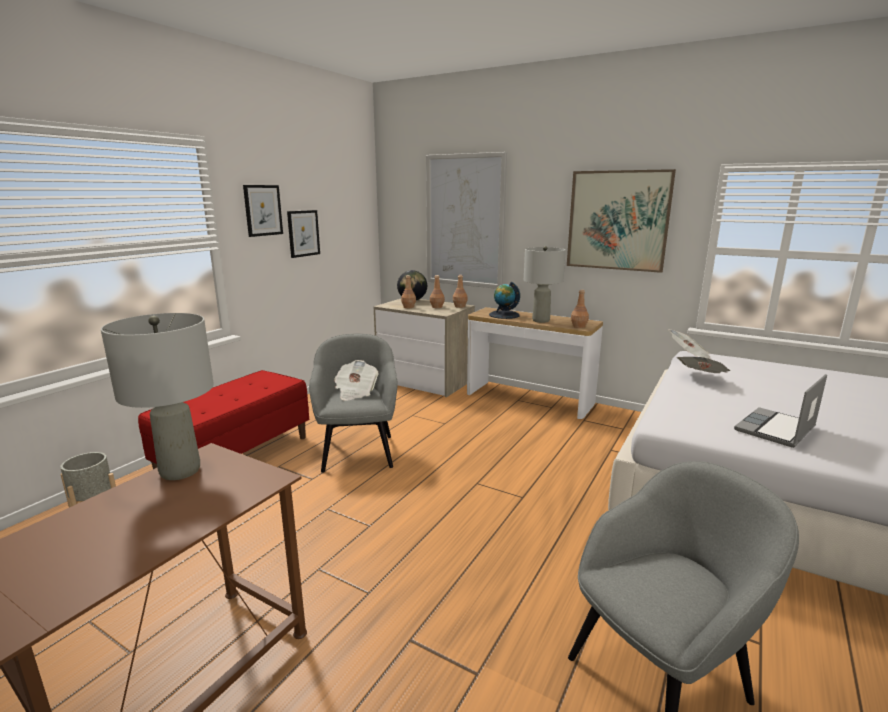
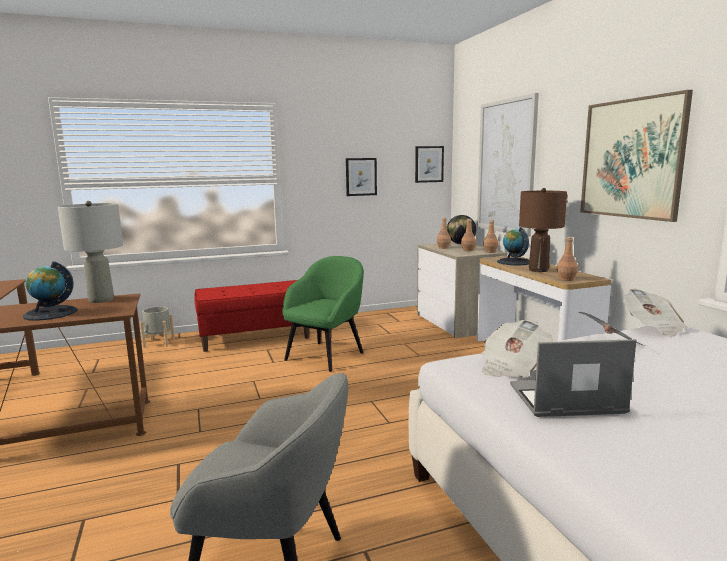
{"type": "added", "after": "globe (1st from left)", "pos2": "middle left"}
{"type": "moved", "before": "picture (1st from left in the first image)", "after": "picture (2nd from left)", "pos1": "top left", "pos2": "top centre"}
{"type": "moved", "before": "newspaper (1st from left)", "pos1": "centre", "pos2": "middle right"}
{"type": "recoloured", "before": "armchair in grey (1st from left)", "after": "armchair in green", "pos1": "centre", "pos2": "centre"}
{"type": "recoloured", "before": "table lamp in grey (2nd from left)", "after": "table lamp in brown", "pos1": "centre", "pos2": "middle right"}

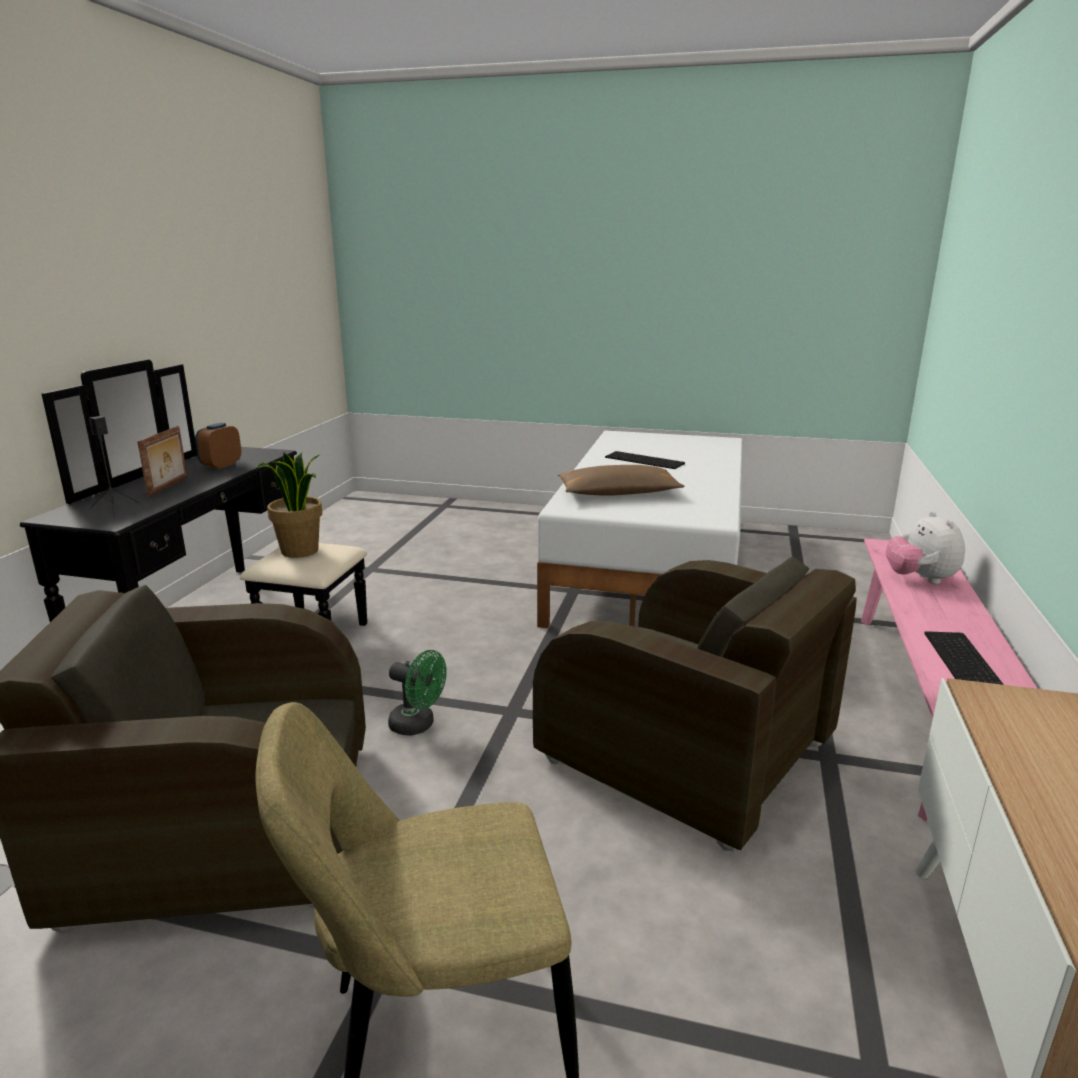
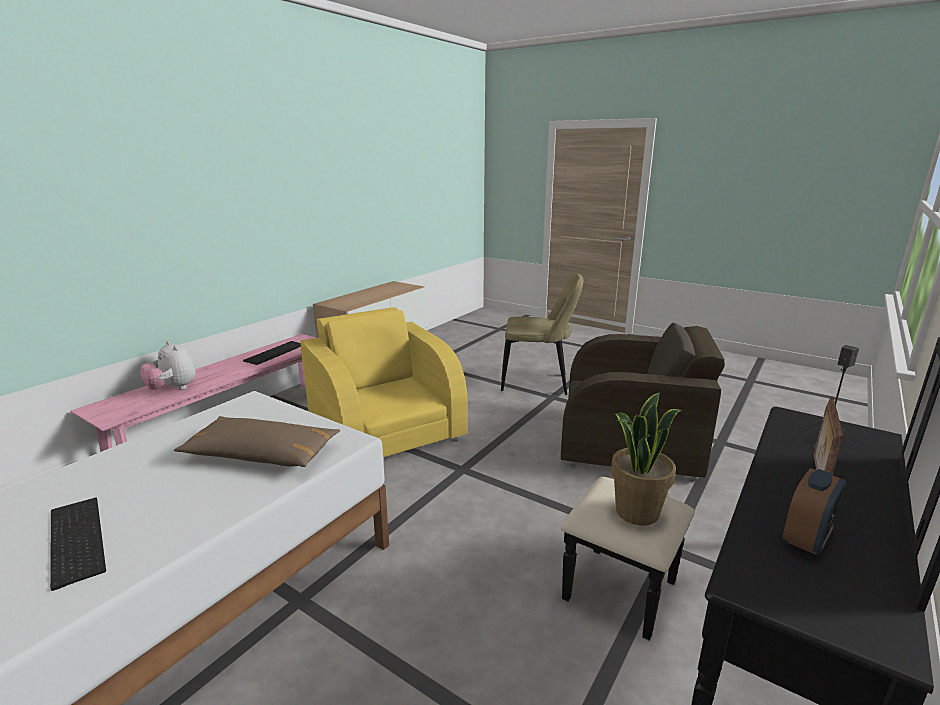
{"type": "removed", "before": "fan in green", "pos1": "centre"}
{"type": "recoloured", "before": "armchair in brown (2nd from left)", "after": "armchair in yellow", "pos1": "centre", "pos2": "centre"}
{"type": "turned", "before": "plush toy", "pos1": "middle right", "pos2": "middle left", "turn": 120}

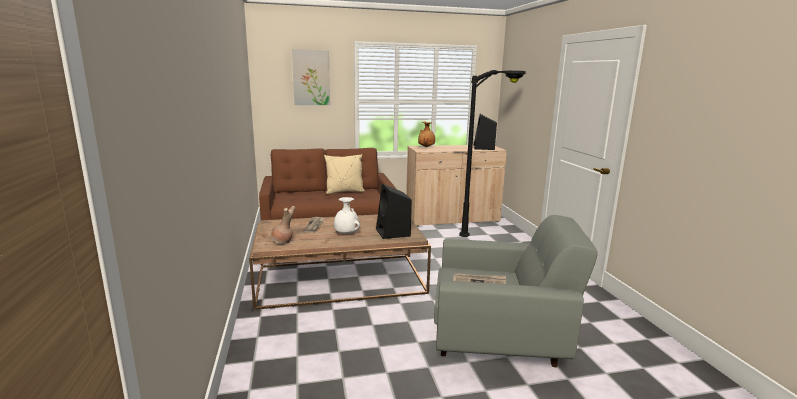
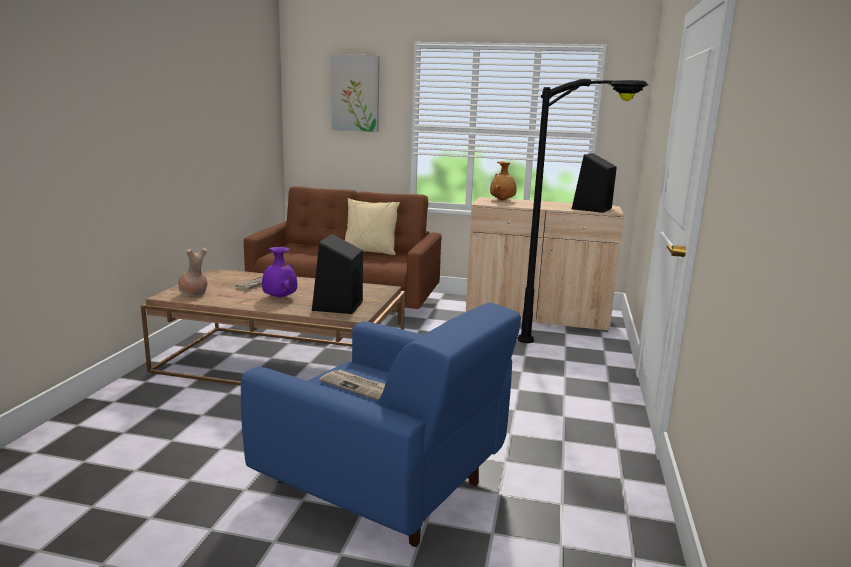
{"type": "recoloured", "before": "vase in white", "after": "vase in purple", "pos1": "centre", "pos2": "middle left"}
{"type": "recoloured", "before": "armchair in grey", "after": "armchair in blue", "pos1": "bottom centre", "pos2": "bottom centre"}

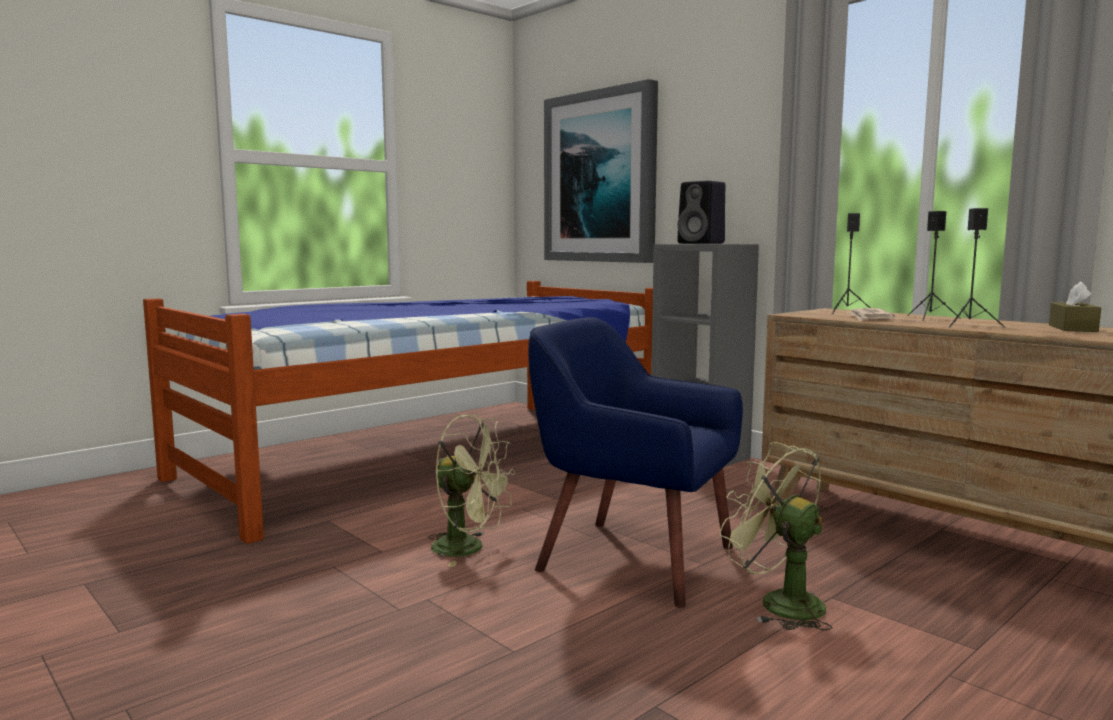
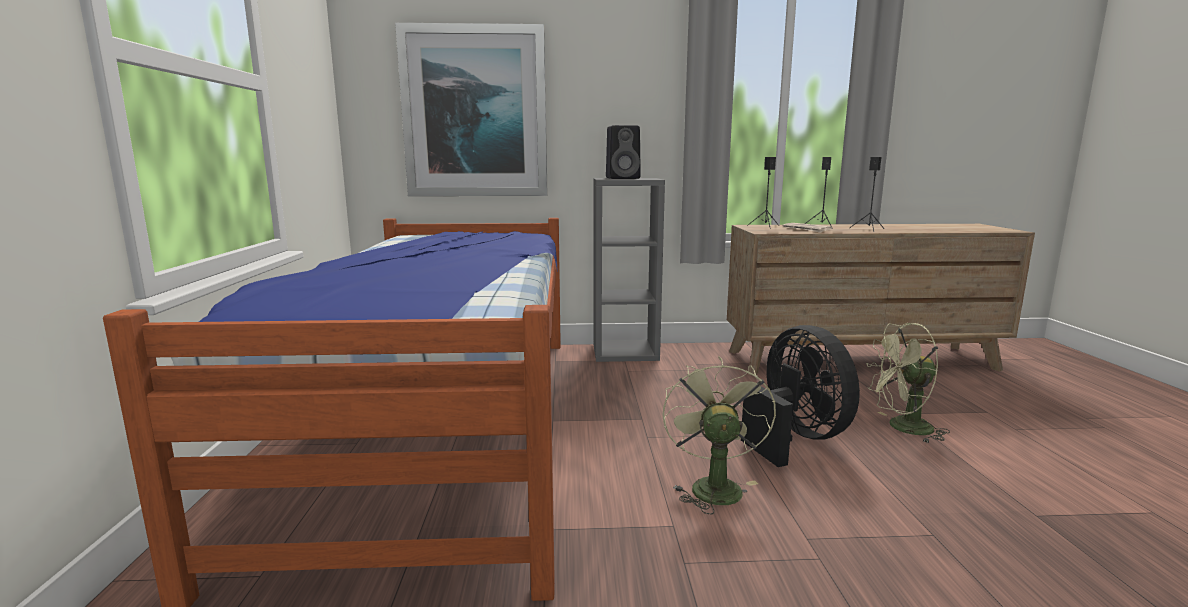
{"type": "removed", "before": "tissue box in brown", "pos1": "middle right"}
{"type": "replaced", "before": "armchair in blue", "after": "fan in black", "pos1": "centre", "pos2": "middle right"}
{"type": "turned", "before": "fan in green (1st from left)", "pos1": "bottom centre", "pos2": "bottom centre", "turn": -60}

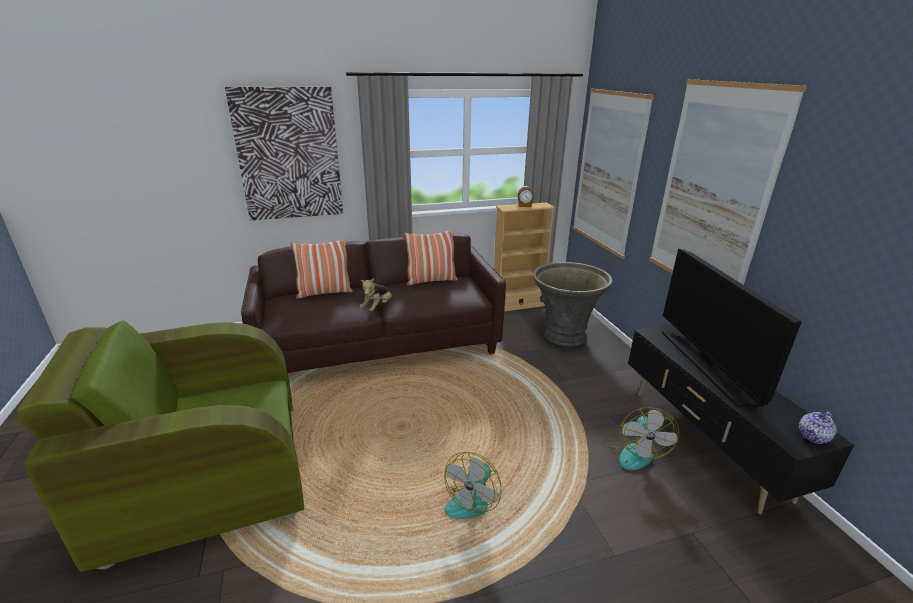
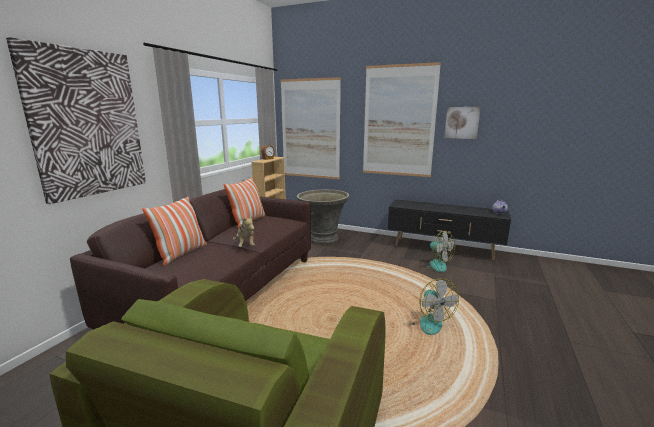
{"type": "removed", "before": "television", "pos1": "middle right"}
{"type": "added", "after": "picture (4th from left)", "pos2": "top right"}

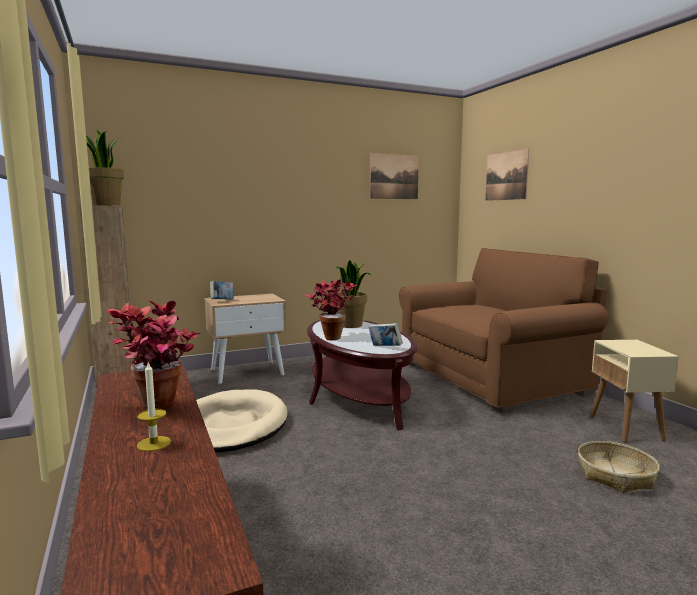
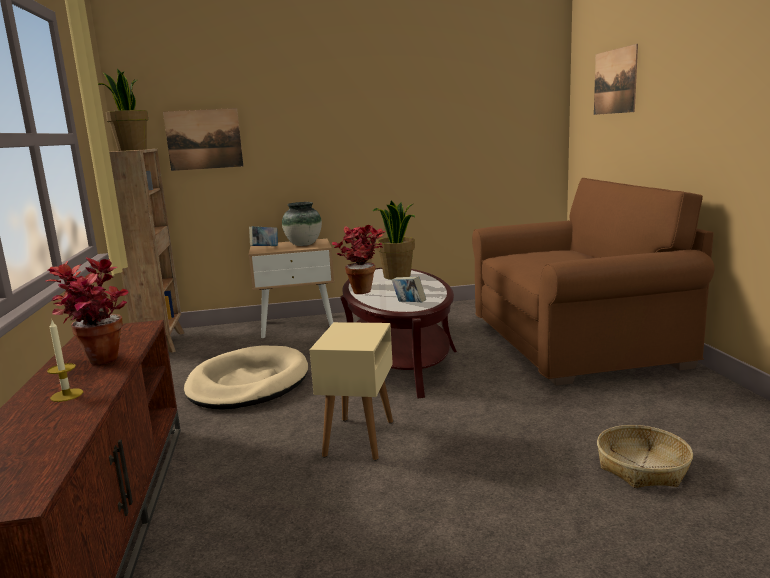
{"type": "added", "after": "vase", "pos2": "centre"}
{"type": "moved", "before": "picture (1st from left)", "pos1": "top centre", "pos2": "top left"}
{"type": "moved", "before": "side table in beige", "pos1": "middle right", "pos2": "bottom centre"}

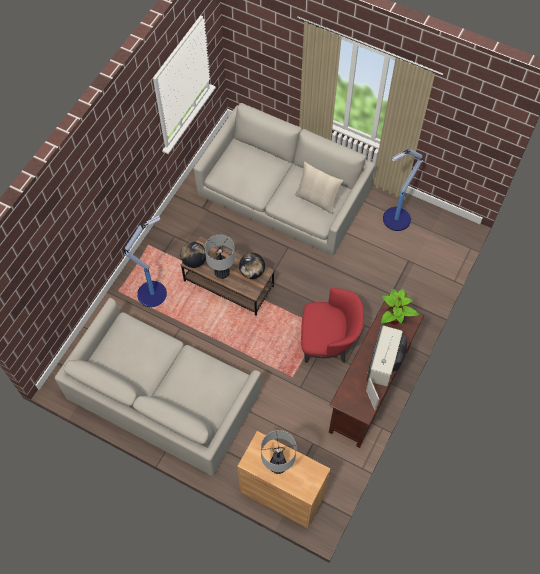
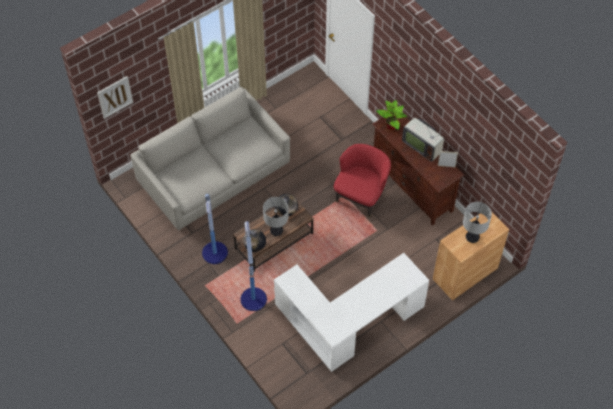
{"type": "removed", "before": "pillow in beige", "pos1": "top centre"}
{"type": "added", "after": "picture", "pos2": "top left"}
{"type": "moved", "before": "floor lamp (2nd from left in the first image)", "after": "floor lamp (1st from left)", "pos1": "top right", "pos2": "centre"}
{"type": "replaced", "before": "sofa in grey (1st from left)", "after": "desk in white", "pos1": "bottom left", "pos2": "bottom centre"}

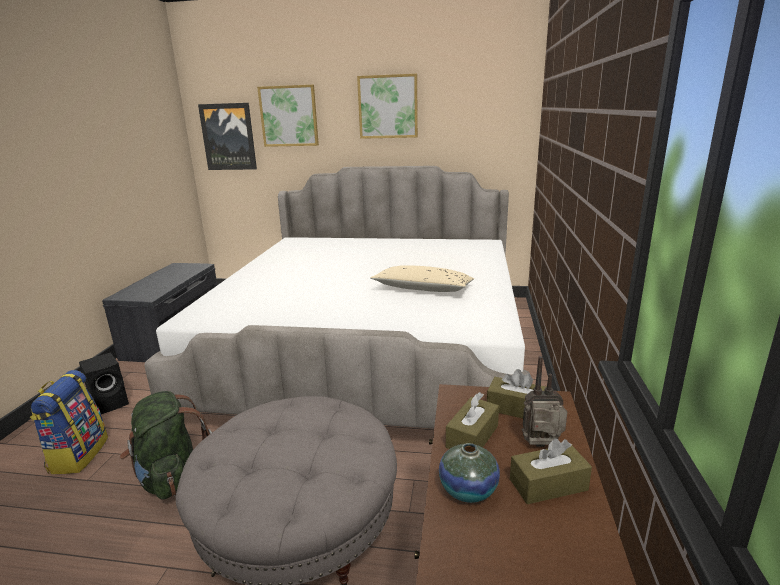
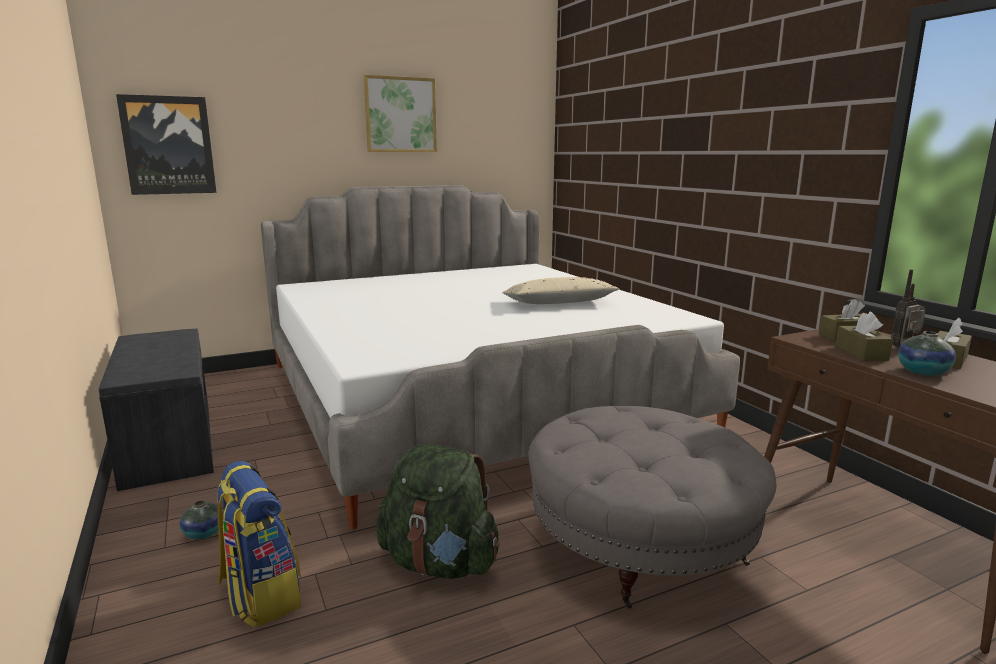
{"type": "removed", "before": "picture (2nd from left)", "pos1": "top centre"}
{"type": "replaced", "before": "speaker in black", "after": "vase (1st from left)", "pos1": "middle left", "pos2": "bottom left"}

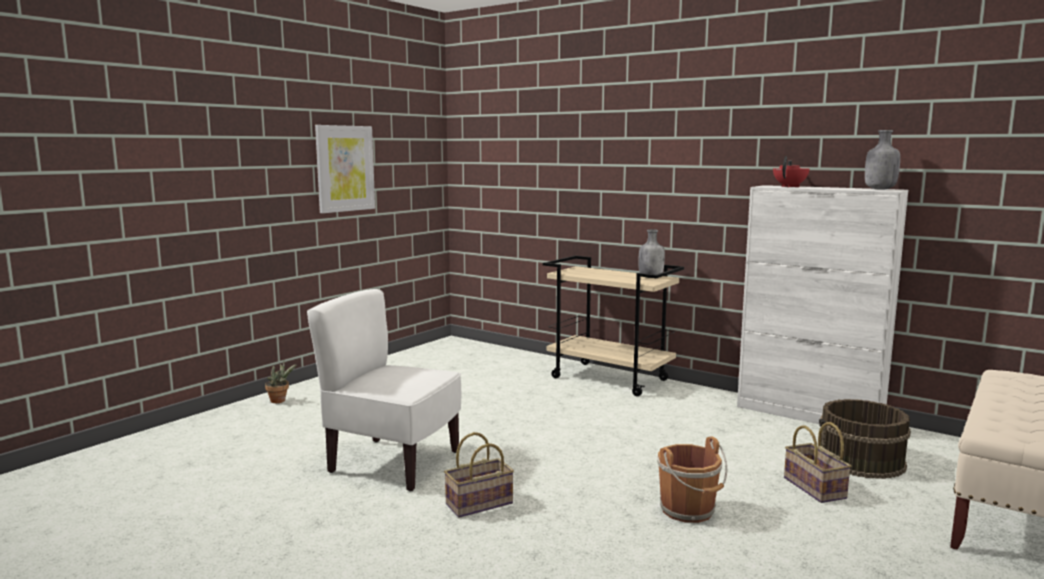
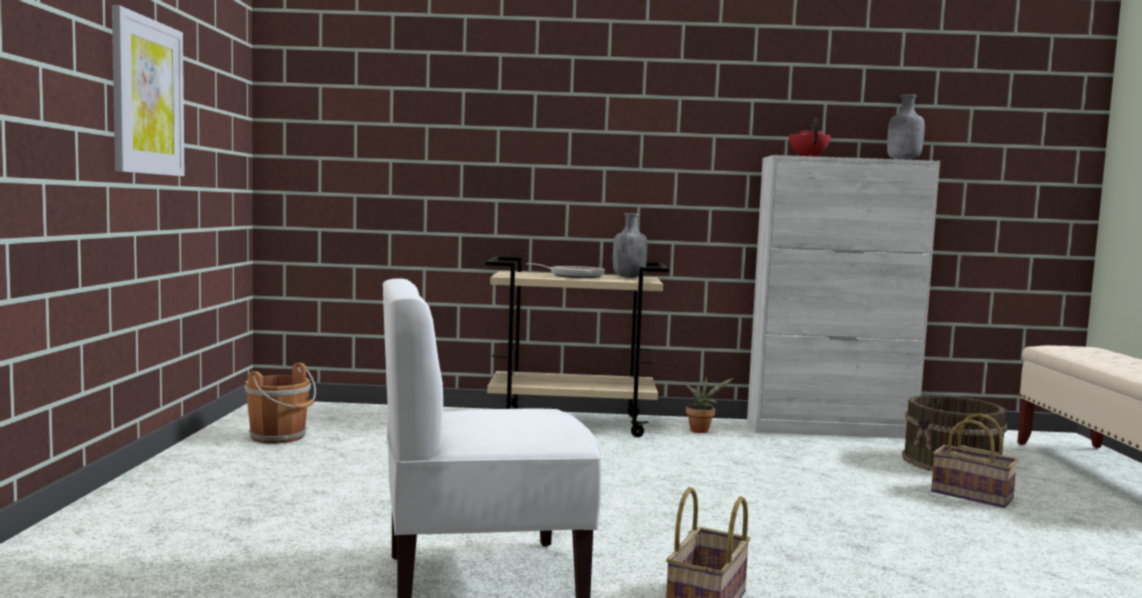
{"type": "added", "after": "frying pan", "pos2": "centre"}
{"type": "moved", "before": "potted plant", "pos1": "middle left", "pos2": "bottom centre"}
{"type": "moved", "before": "bucket in brown (1st from left)", "pos1": "bottom centre", "pos2": "bottom left"}

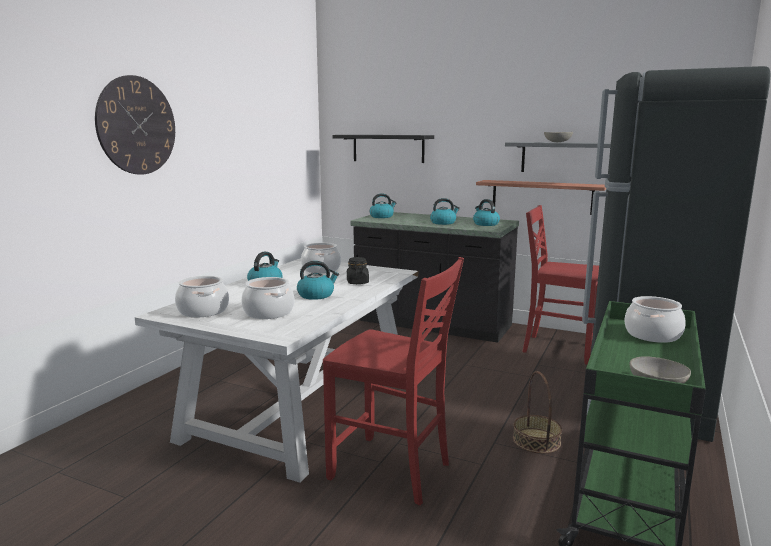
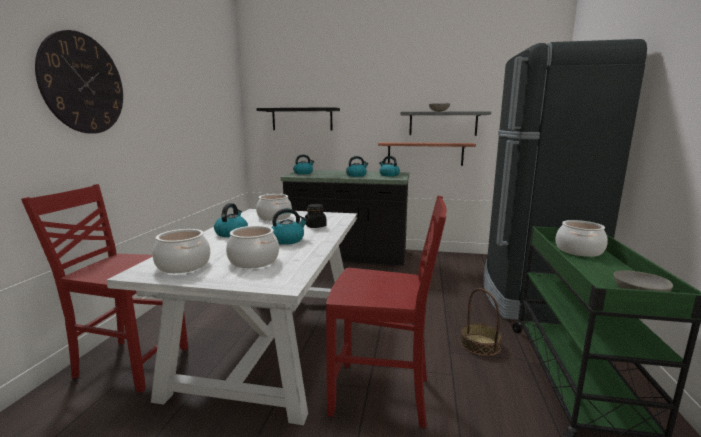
{"type": "moved", "before": "chair in red (2nd from left in the first image)", "after": "chair in red (1st from left)", "pos1": "middle right", "pos2": "middle left"}

